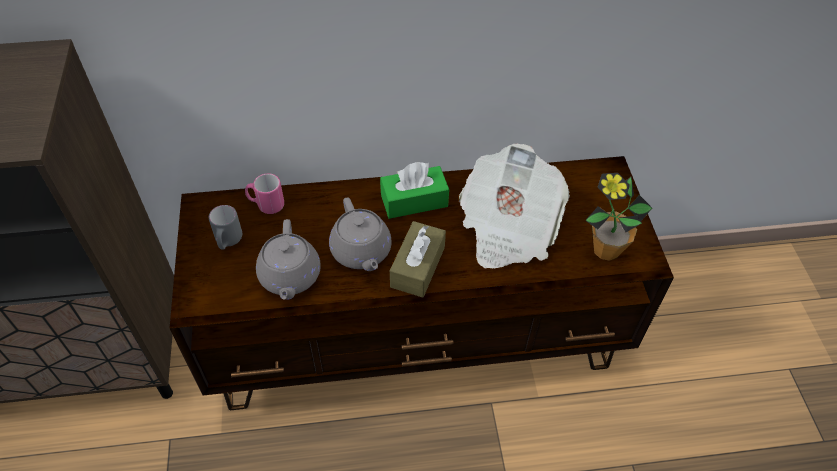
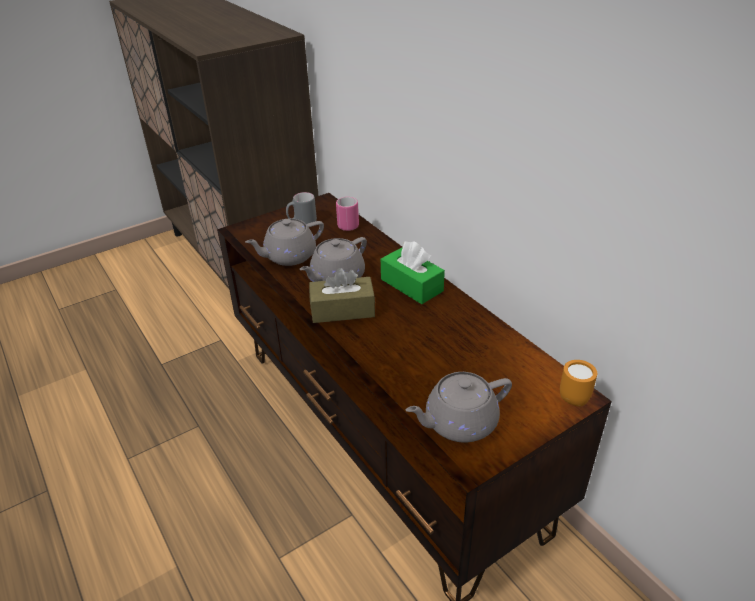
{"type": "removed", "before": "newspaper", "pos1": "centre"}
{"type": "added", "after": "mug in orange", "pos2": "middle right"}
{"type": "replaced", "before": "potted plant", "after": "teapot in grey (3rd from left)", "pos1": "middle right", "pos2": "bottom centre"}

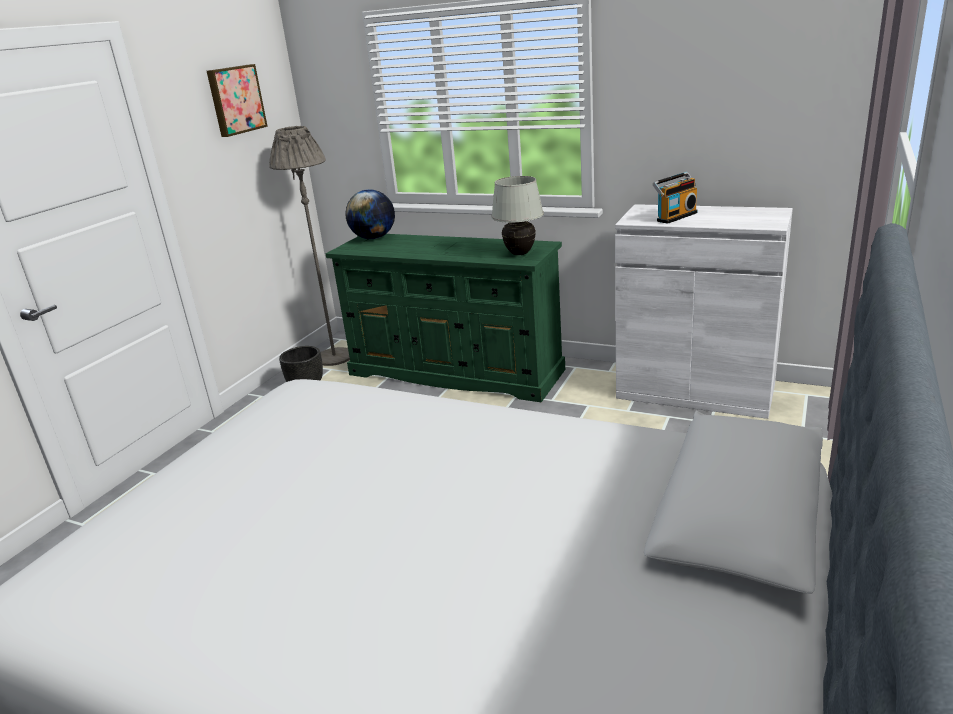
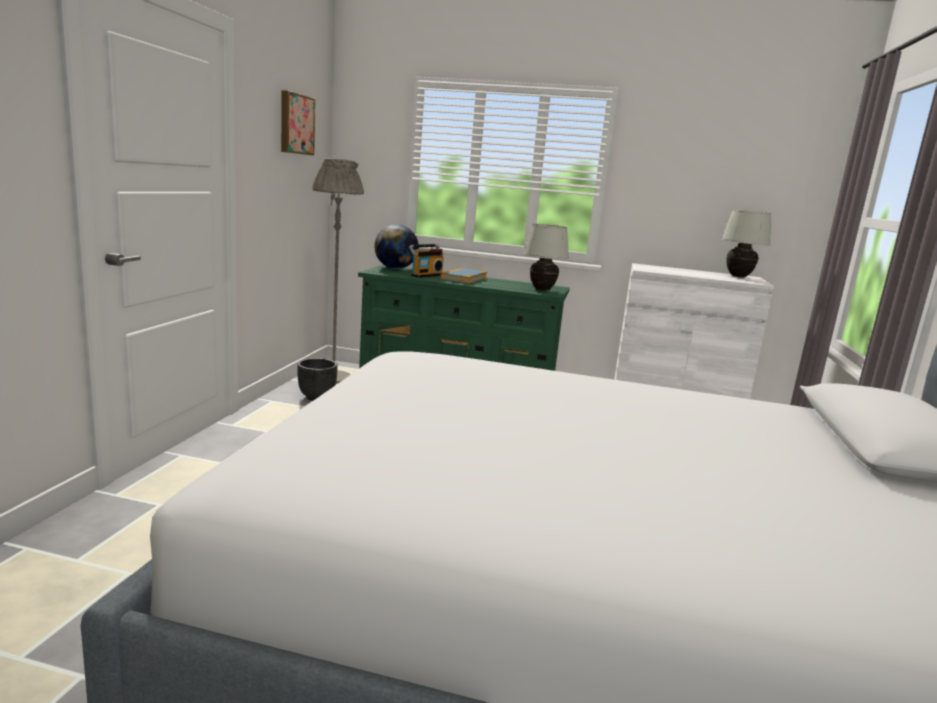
{"type": "added", "after": "book", "pos2": "centre"}
{"type": "added", "after": "table lamp in white (2nd from left)", "pos2": "middle right"}
{"type": "moved", "before": "radio", "pos1": "top right", "pos2": "centre"}

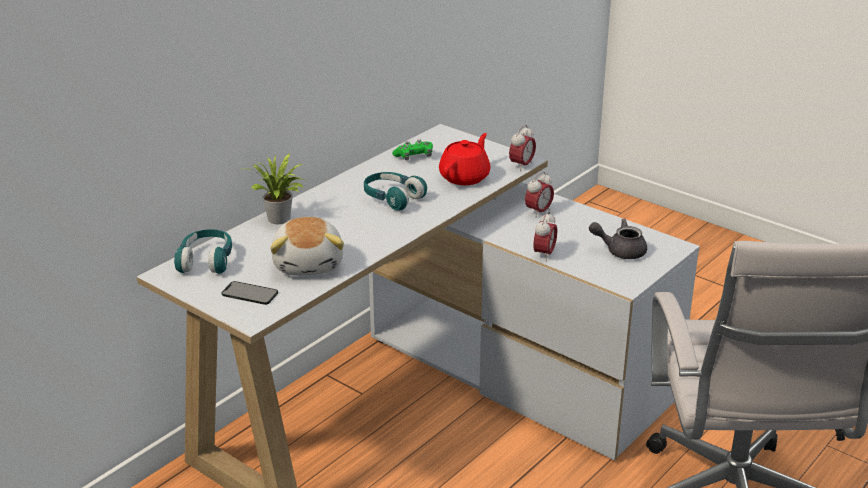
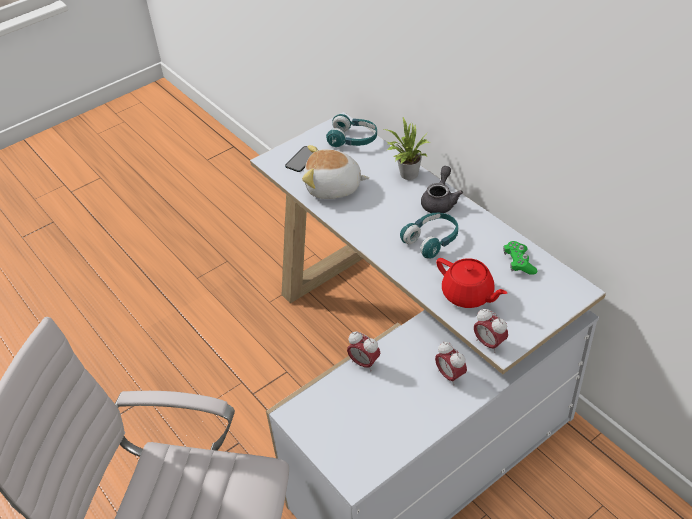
{"type": "moved", "before": "teapot in grey", "pos1": "middle right", "pos2": "centre"}

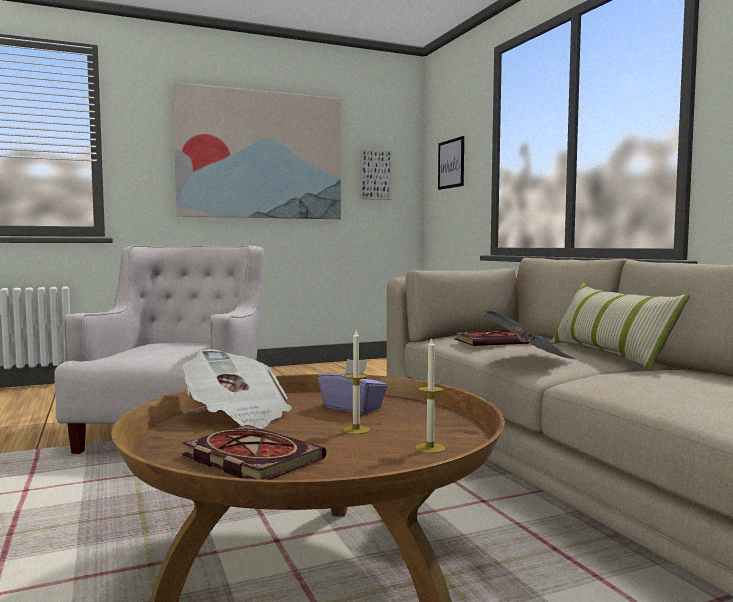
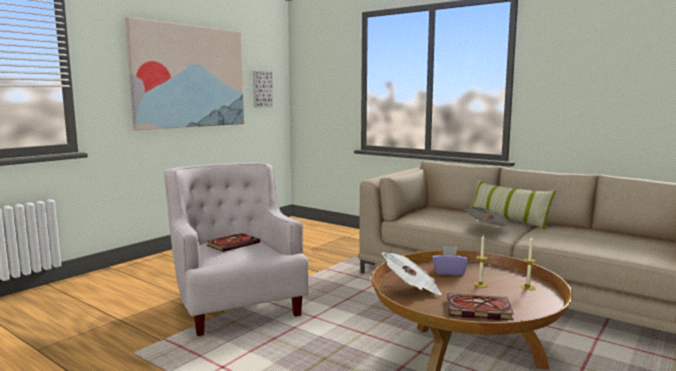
{"type": "removed", "before": "picture (3rd from left)", "pos1": "top centre"}
{"type": "moved", "before": "book (2nd from left in the first image)", "after": "book (1st from left)", "pos1": "middle right", "pos2": "centre"}

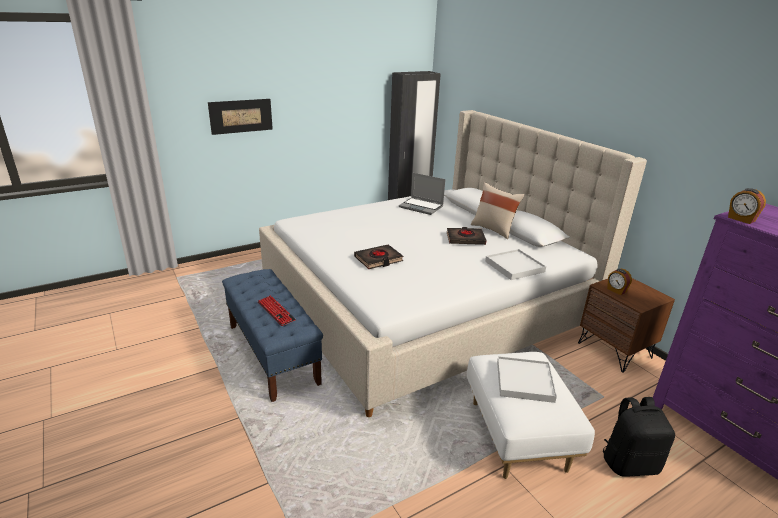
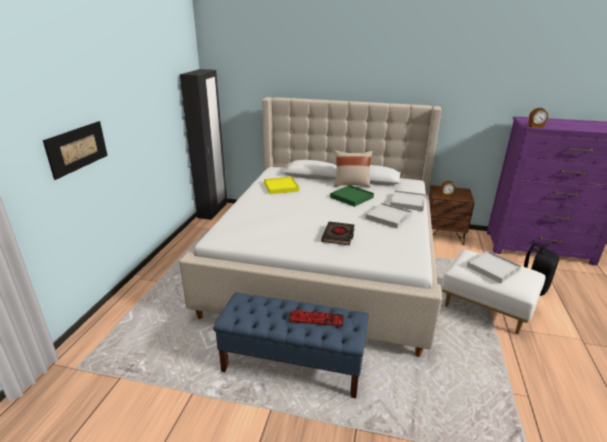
{"type": "added", "after": "tray in white (1st from left)", "pos2": "centre"}
{"type": "replaced", "before": "laptop", "after": "tray in yellow", "pos1": "centre", "pos2": "centre"}
{"type": "replaced", "before": "book in black (2nd from left)", "after": "tray in green", "pos1": "centre", "pos2": "centre"}

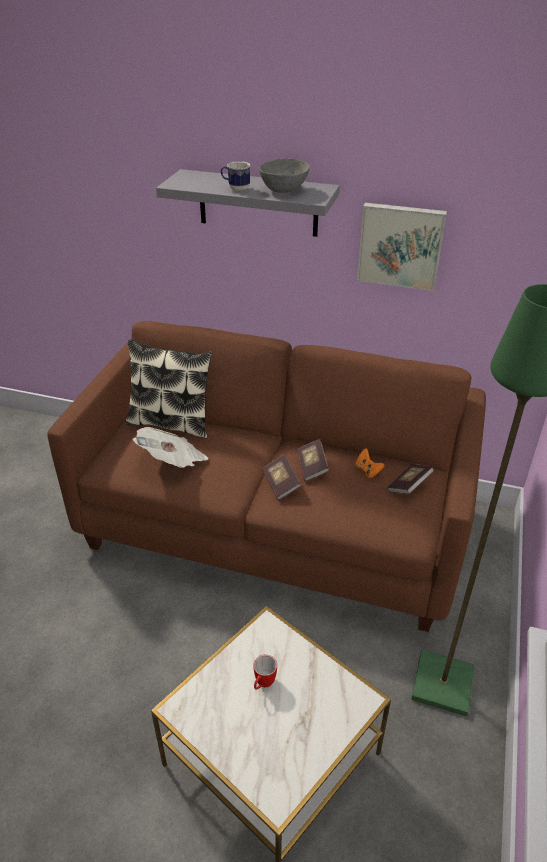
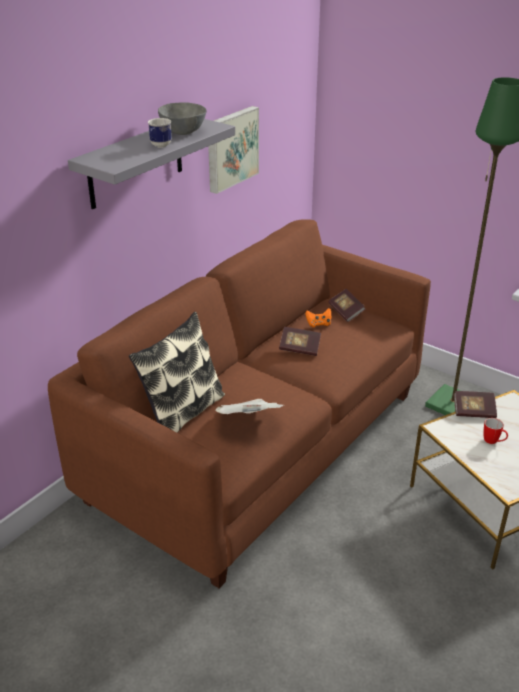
{"type": "moved", "before": "book (1st from left in the first image)", "after": "book (3rd from left)", "pos1": "centre", "pos2": "middle right"}

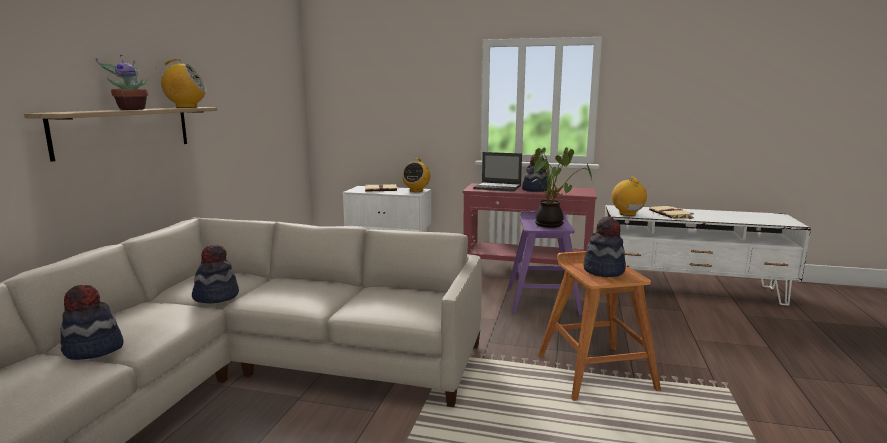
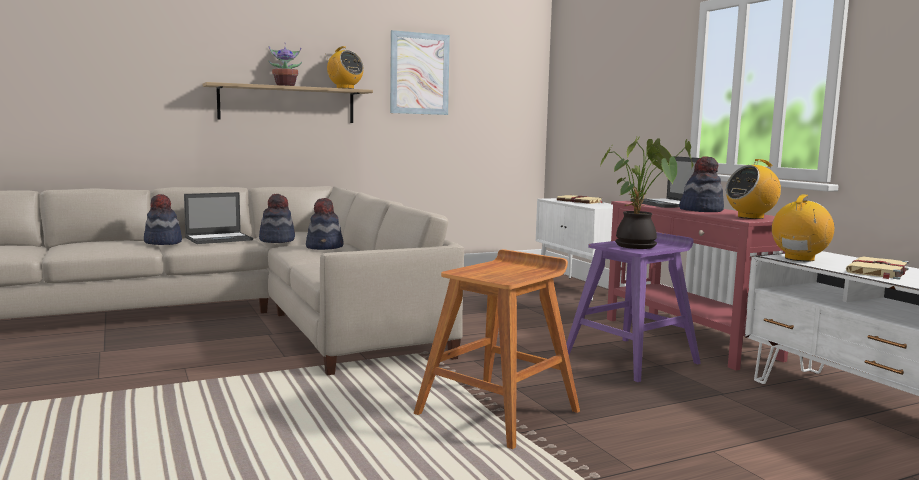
{"type": "added", "after": "laptop (1st from left)", "pos2": "middle left"}
{"type": "added", "after": "picture", "pos2": "top centre"}
{"type": "moved", "before": "radio (2nd from left)", "pos1": "centre", "pos2": "middle right"}
{"type": "moved", "before": "hat (4th from left in the first image)", "after": "hat (3rd from left)", "pos1": "middle right", "pos2": "centre"}

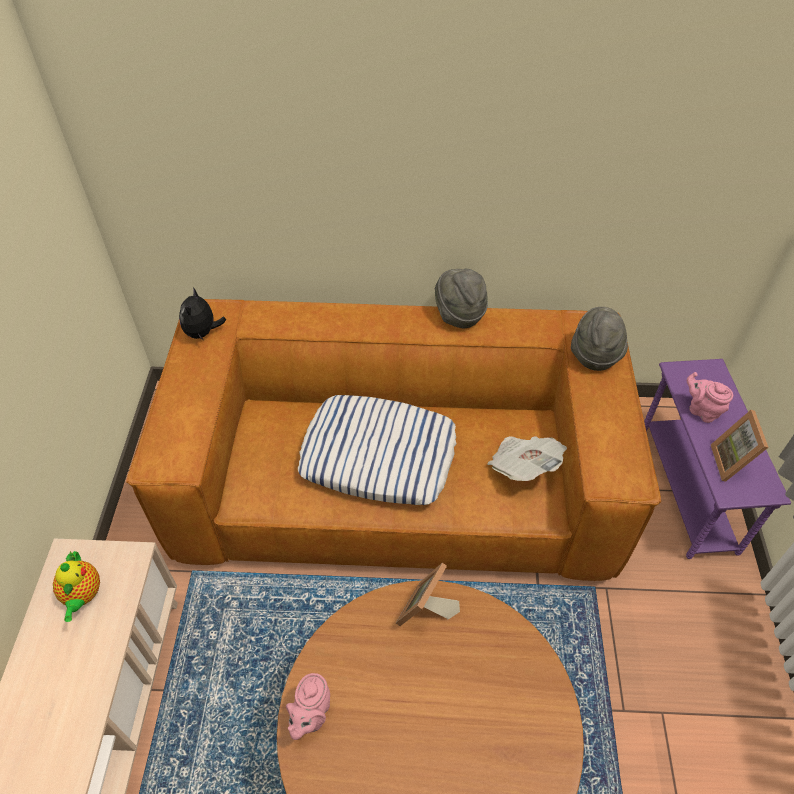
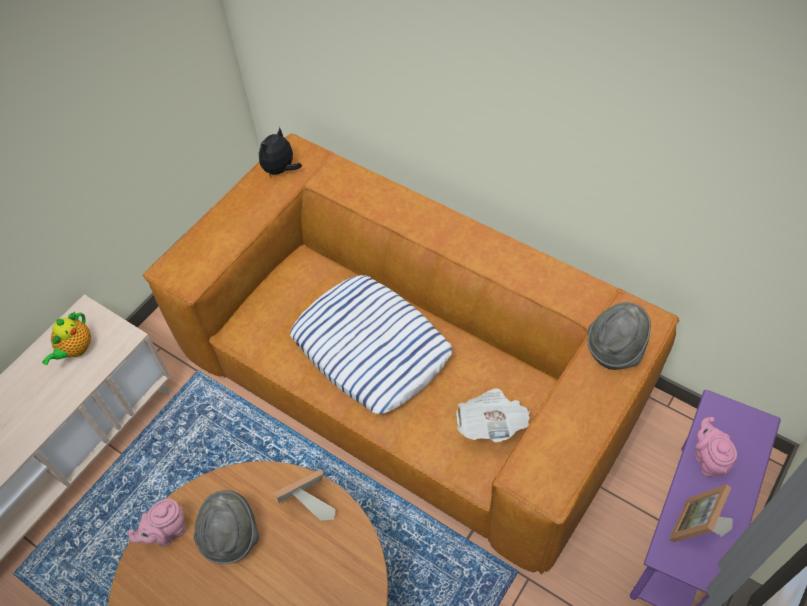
{"type": "moved", "before": "hat in grey (1st from left)", "pos1": "centre", "pos2": "bottom left"}

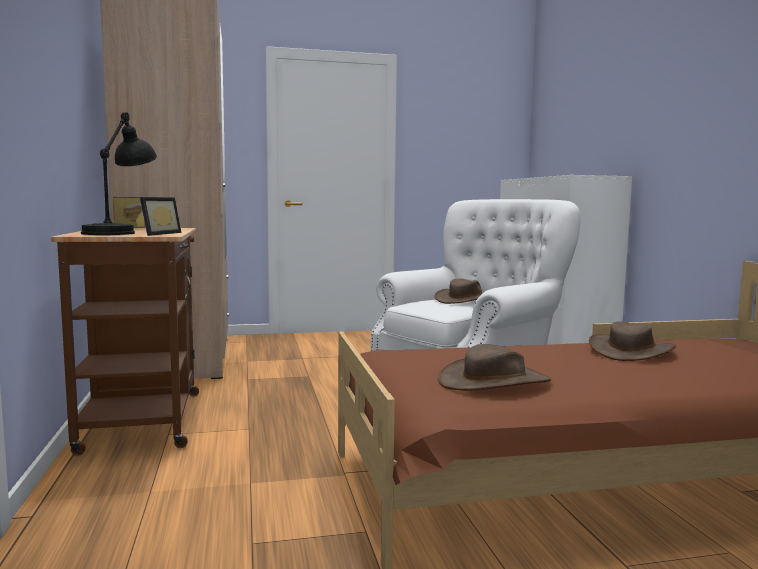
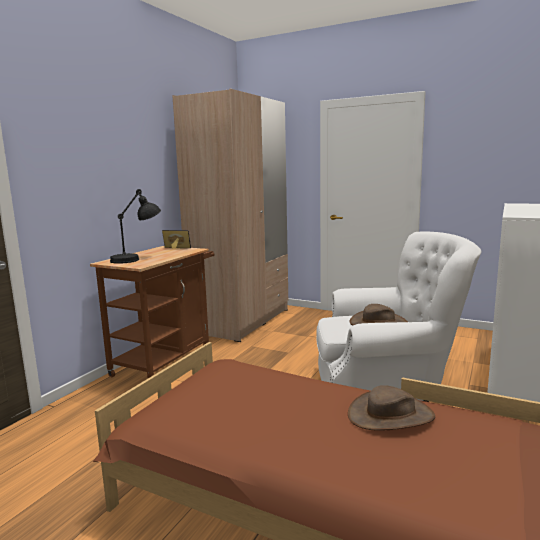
{"type": "removed", "before": "picture frame (2nd from left)", "pos1": "middle left"}
{"type": "removed", "before": "hat in brown (2nd from left)", "pos1": "centre"}

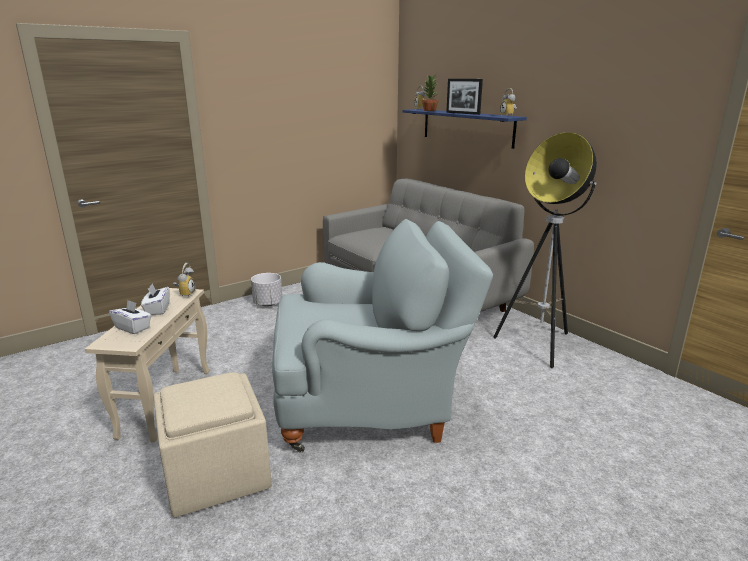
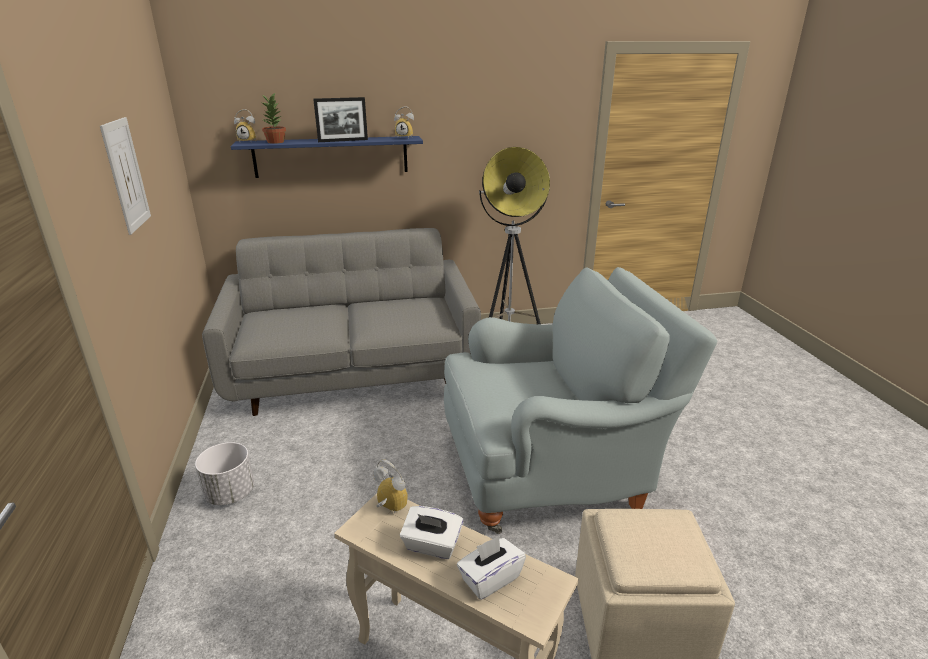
{"type": "added", "after": "picture", "pos2": "top left"}
{"type": "turned", "before": "armchair in grey", "pos1": "centre", "pos2": "centre", "turn": 60}

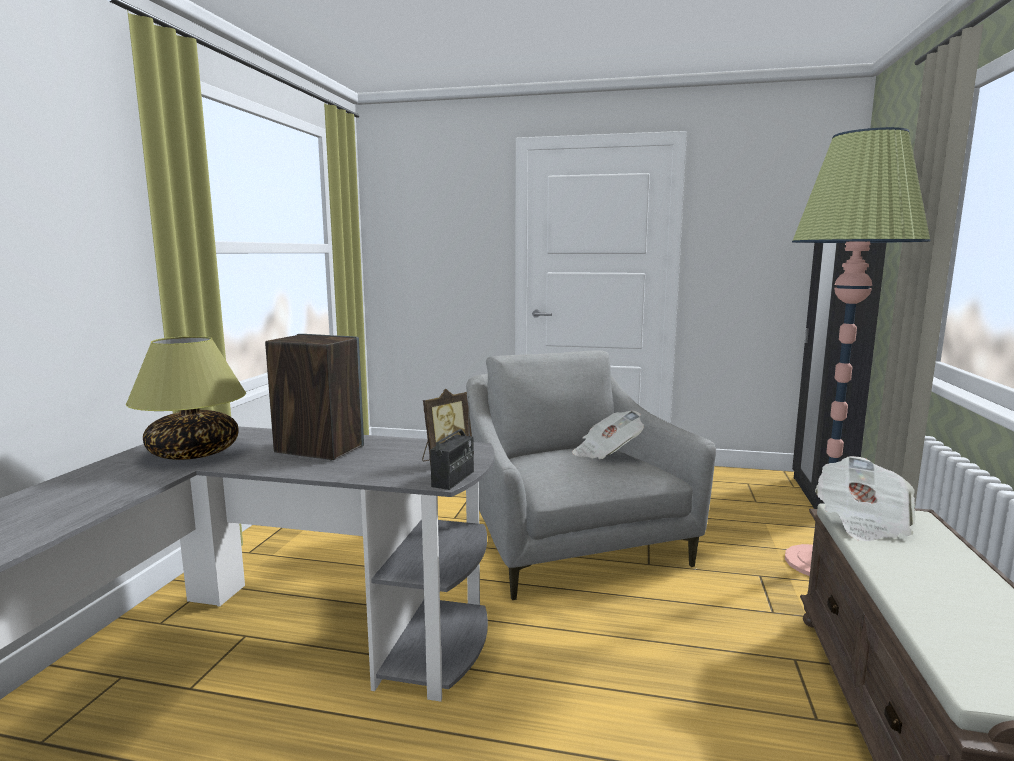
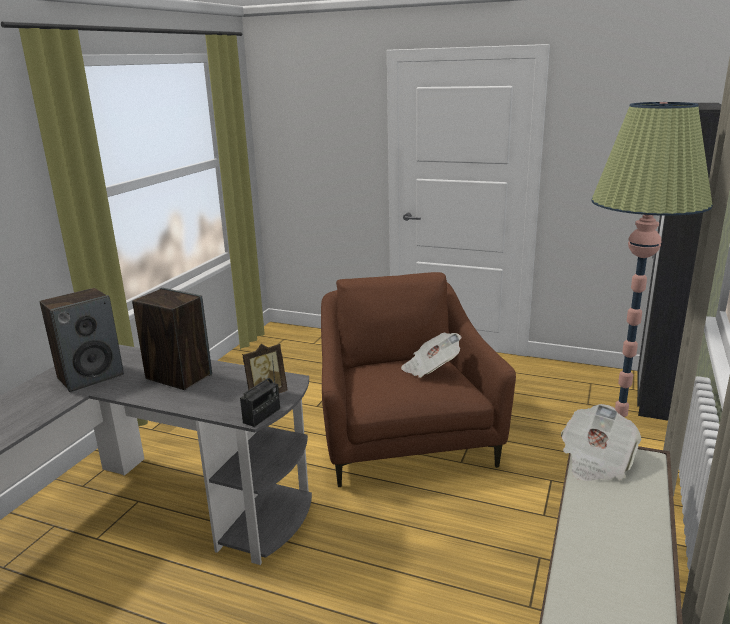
{"type": "replaced", "before": "table lamp", "after": "speaker (1st from left)", "pos1": "middle left", "pos2": "middle left"}
{"type": "recoloured", "before": "armchair in grey", "after": "armchair in brown", "pos1": "centre", "pos2": "centre"}

